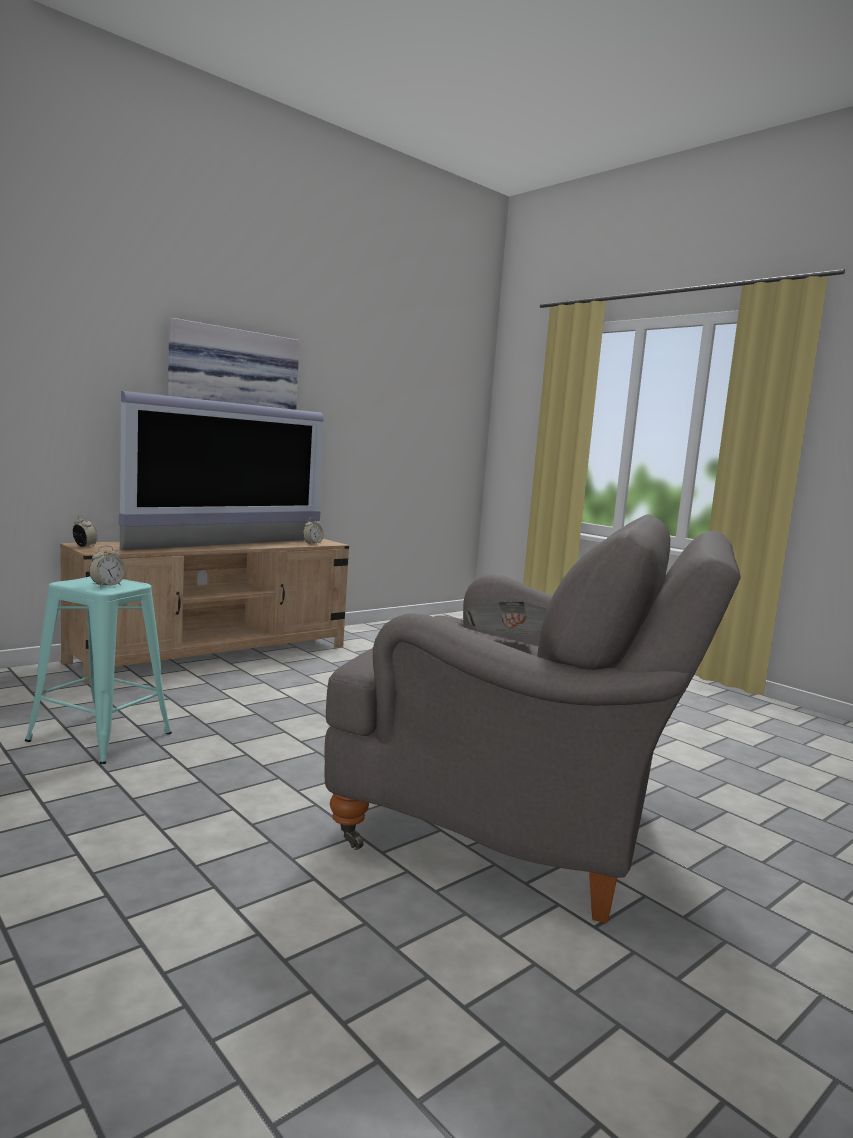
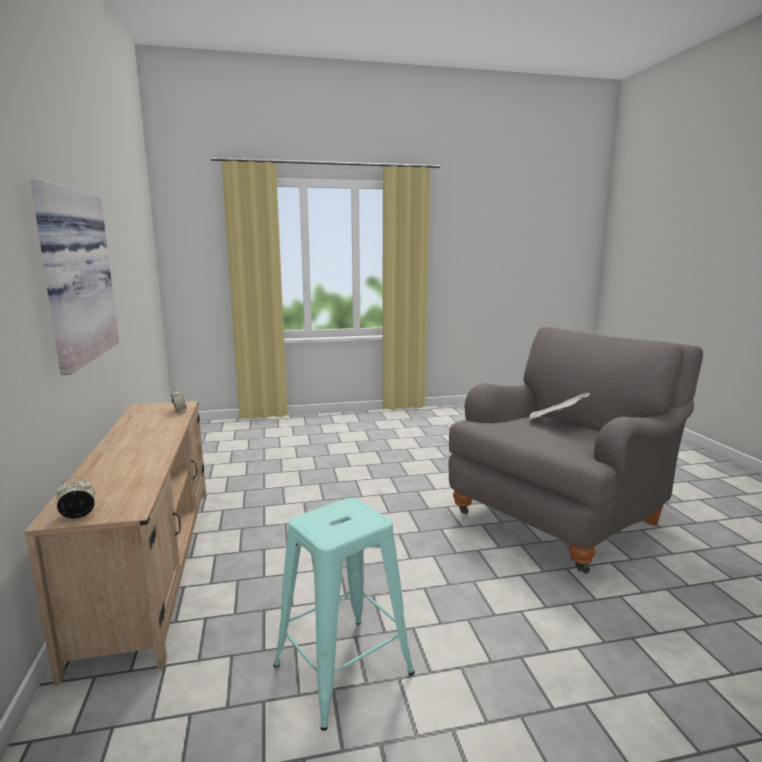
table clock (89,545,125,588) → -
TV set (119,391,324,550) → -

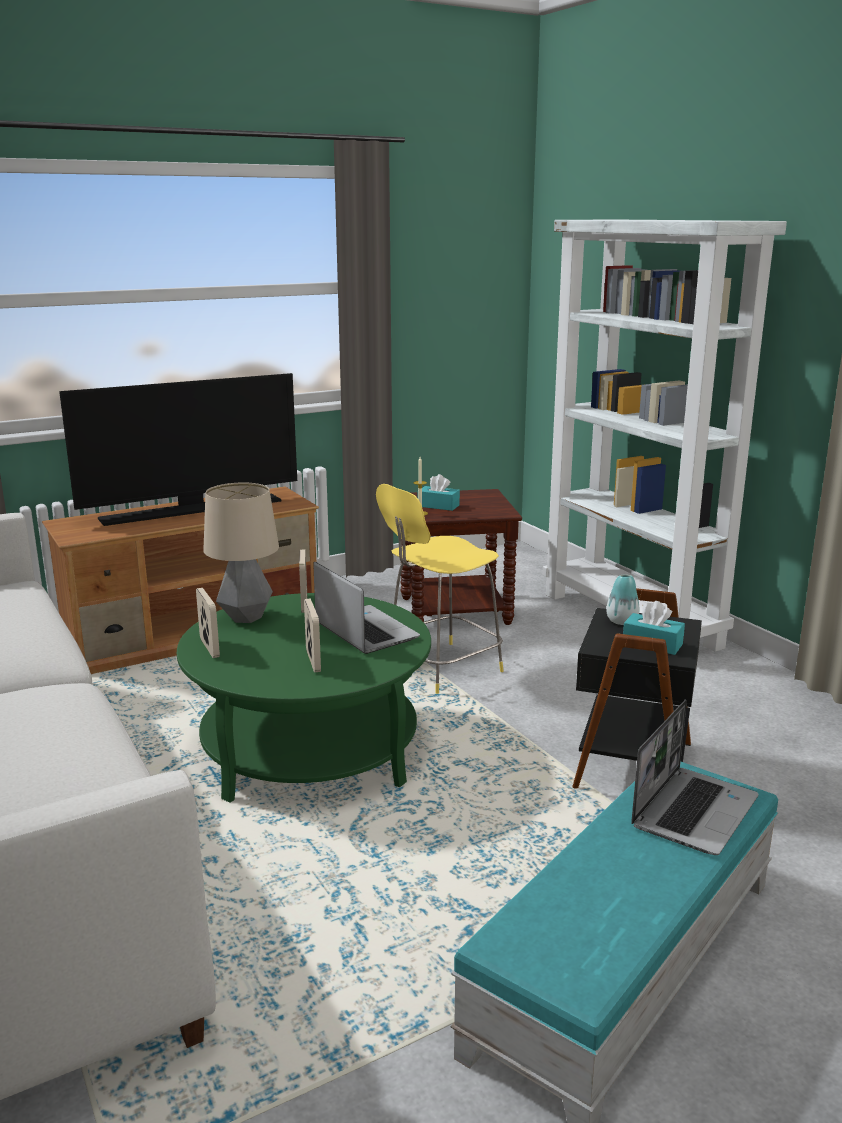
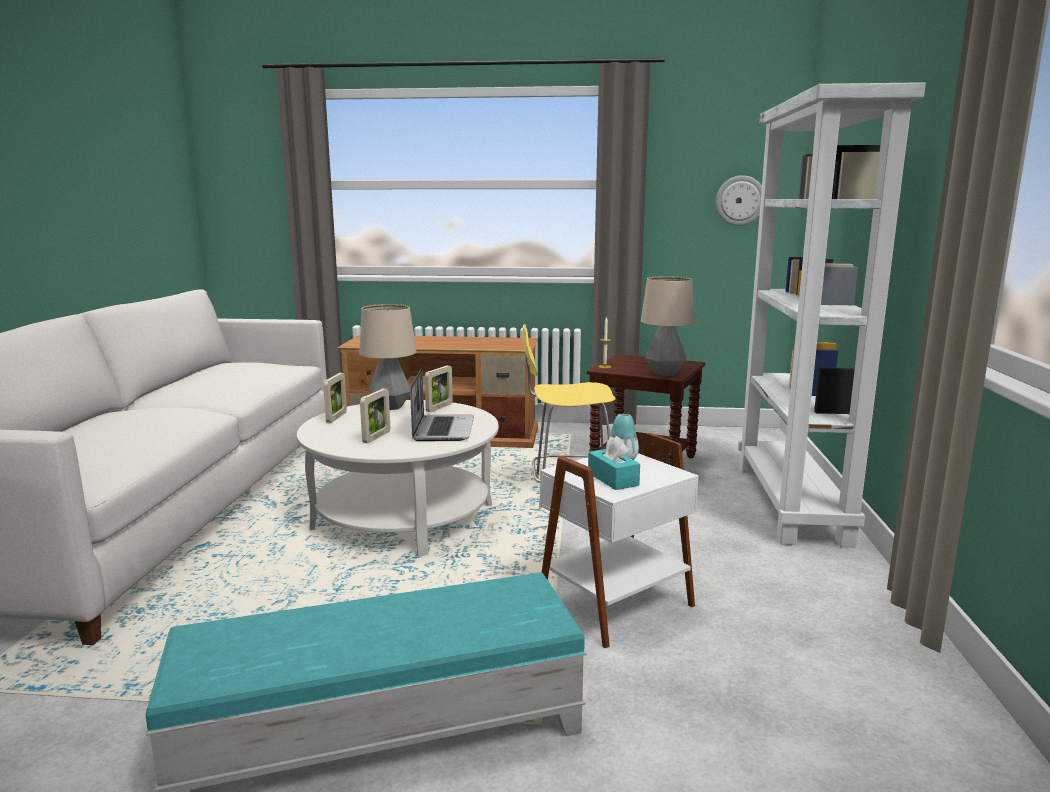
lounge table in greenish (177,593,431,803) → lounge table in whitish (297,400,499,556)
end table in black (572,588,702,789) → end table in whitish (540,433,698,648)
- → tabletop lamp (641,276,695,376)
- → clock on the wall (716,175,762,226)
TV set (59,373,297,526) → -
tissue holder in turquoise (422,474,460,511) → -
notebook computer (631,700,759,855) → -

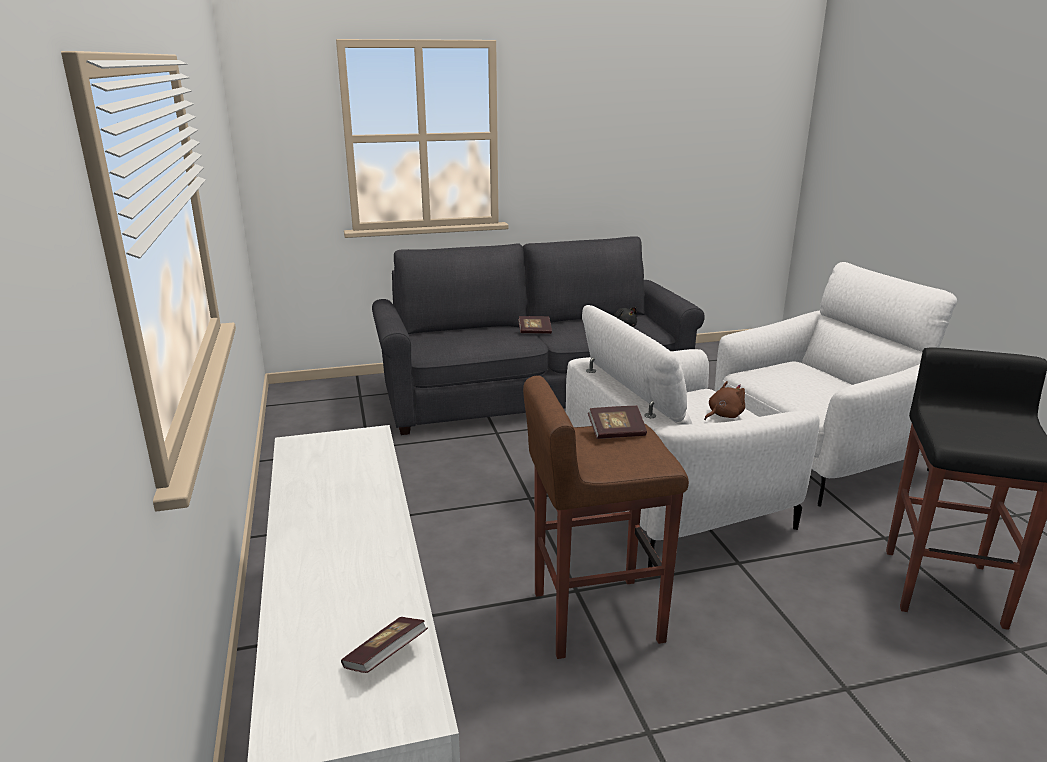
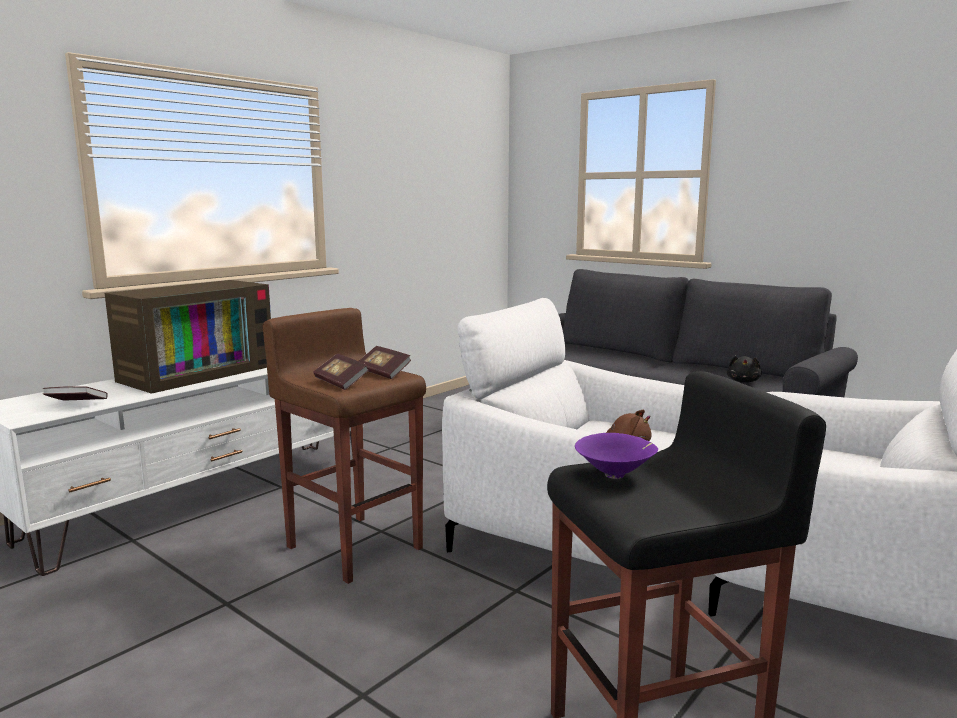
- → TV set (105,280,271,394)
bound book (518,316,552,334) → bound book (314,354,369,390), move
- → deep dish in purplish (575,433,658,479)

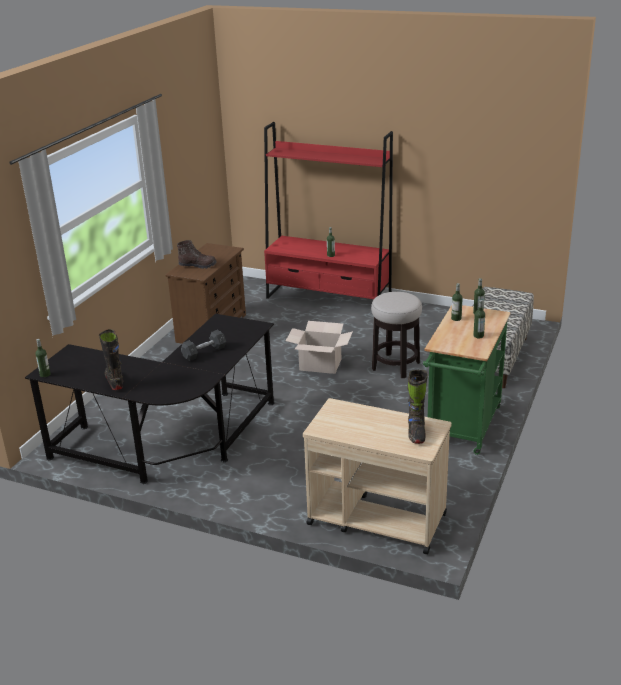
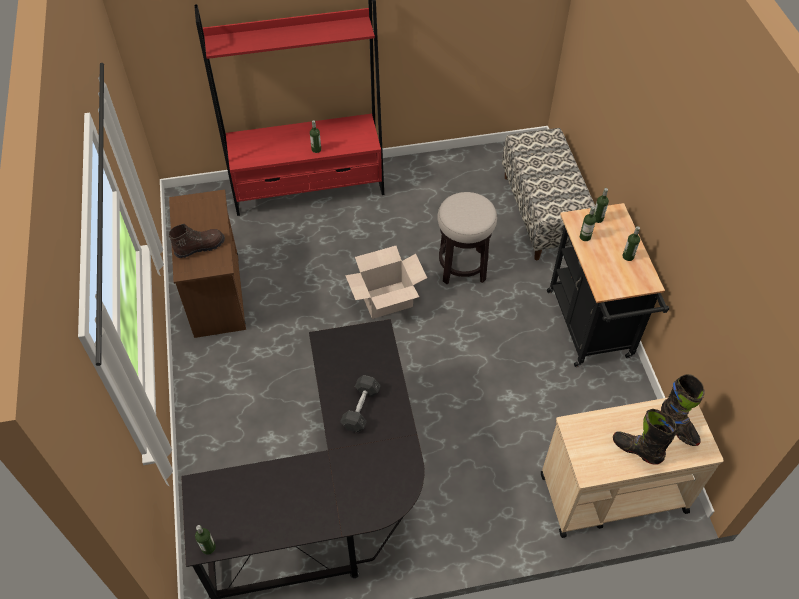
wheeled cart in greenish (423,305,510,455) → wheeled cart in black (547,203,669,367)
tall boot in black (99,329,123,390) → tall boot in black (613,409,676,465), move

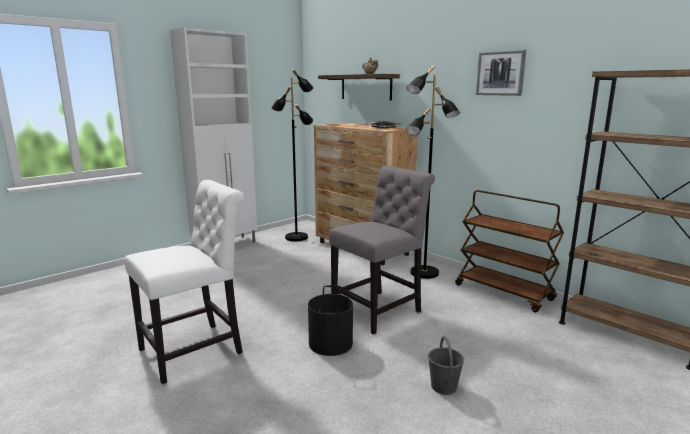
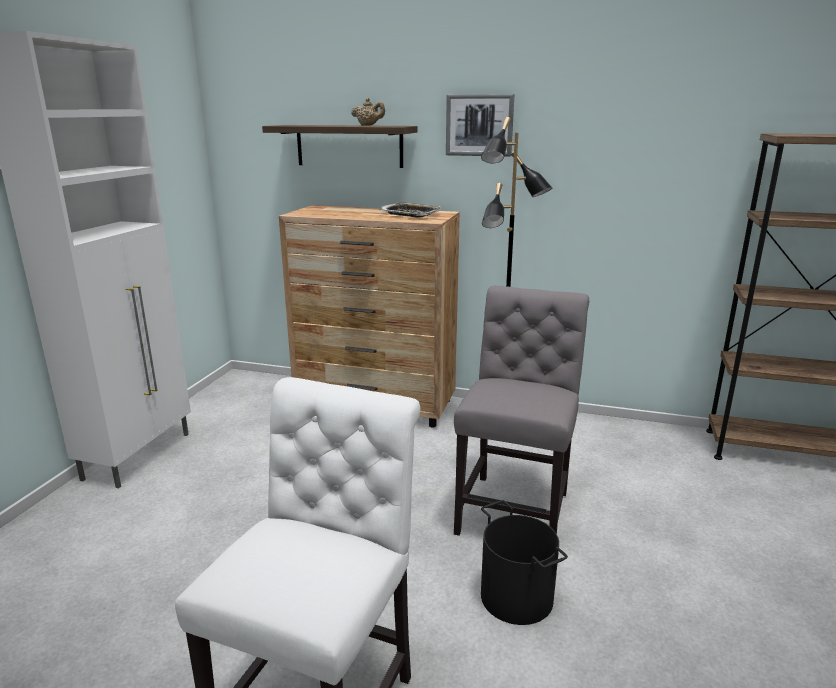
picture (476,50,526,96) → picture (446,94,515,157), move
floor lamp in black (271,69,313,241) → -
water bucket in gray (428,336,464,395) → -
wheeled cart in brown-coloured (455,190,564,313) → -

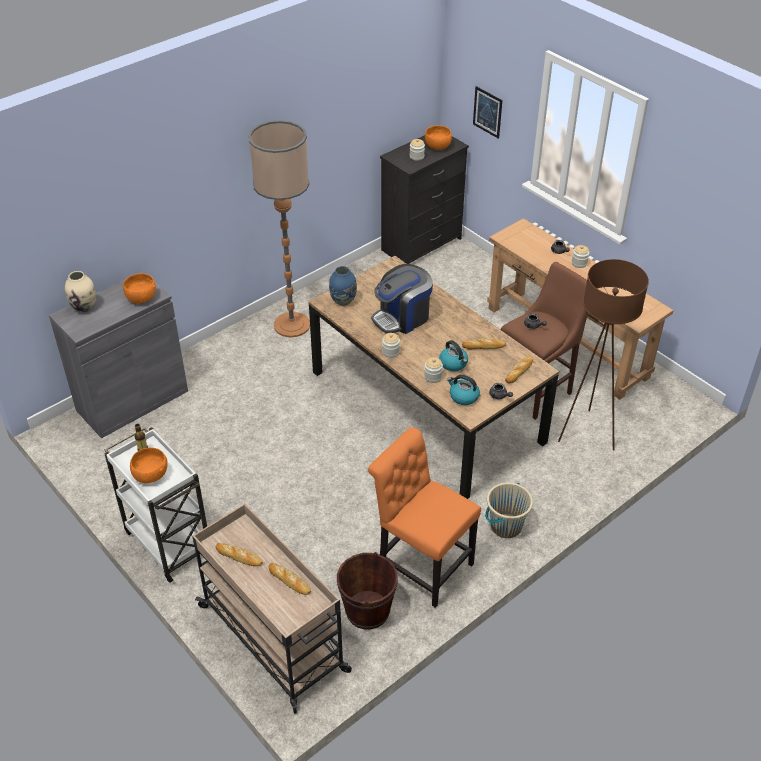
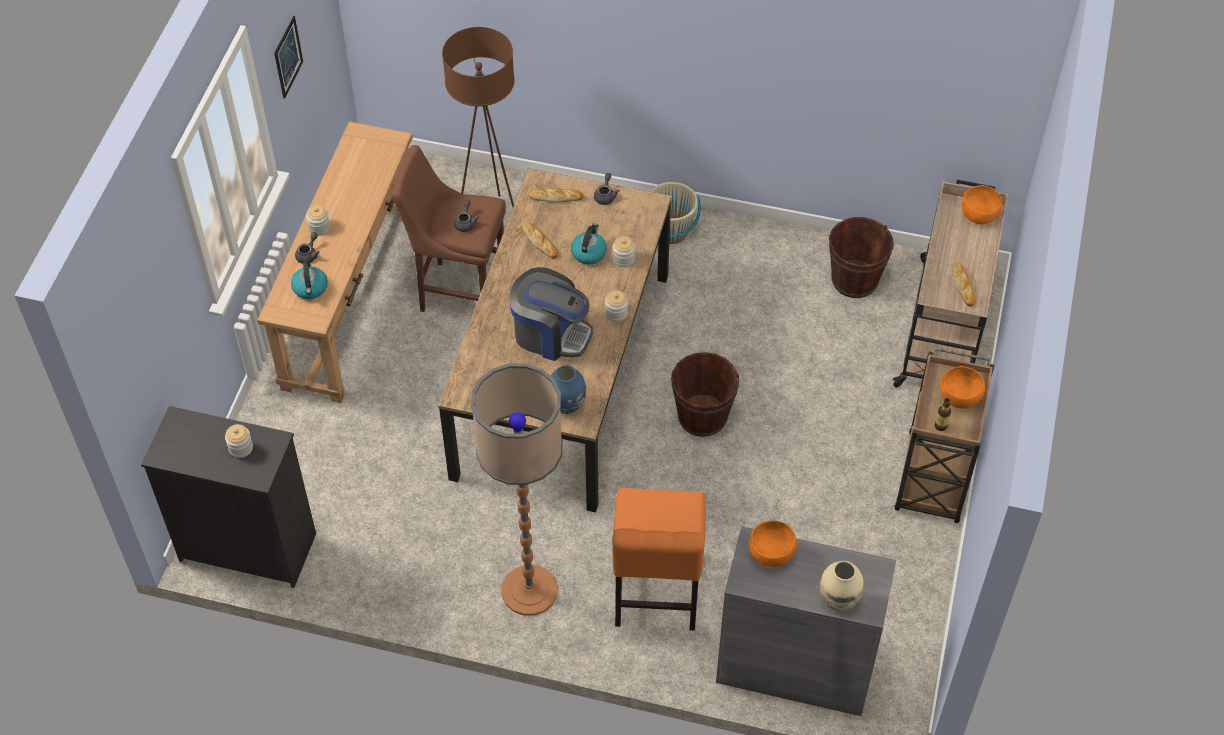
picture (473,86,502,139) → picture (274,16,303,99), move
tea kettle (447,375,480,405) → tea kettle (291,260,328,299), move
chair in orangey (368,427,481,608) → chair in orangey (613,488,706,631), move
- → water bucket in brown-coloured (671,352,739,437)
wheeled cart in whitish (104,427,207,583) → wheeled cart in brown-coloured (895,347,995,523)
deep dish in orangey (425,125,452,150) → deep dish in orangey (962,185,1002,224), move
baked bread (269,563,311,595) → -

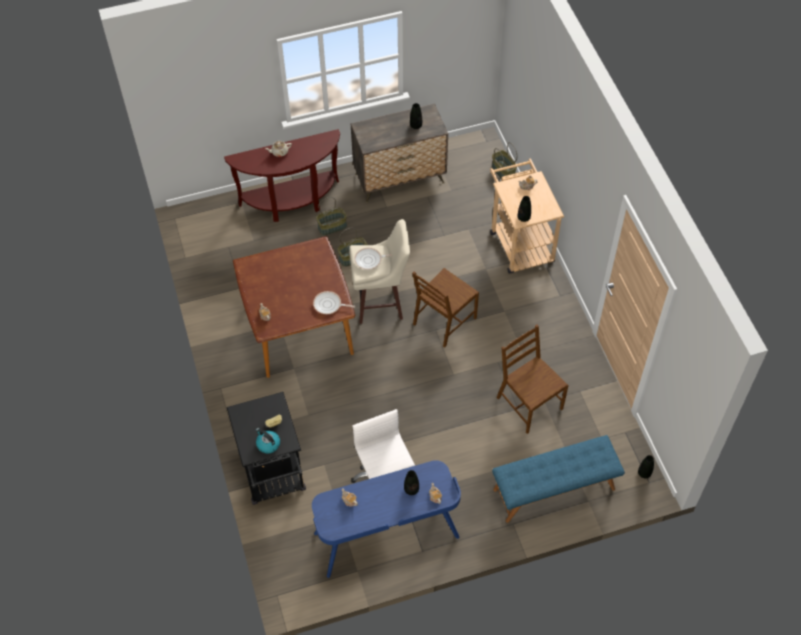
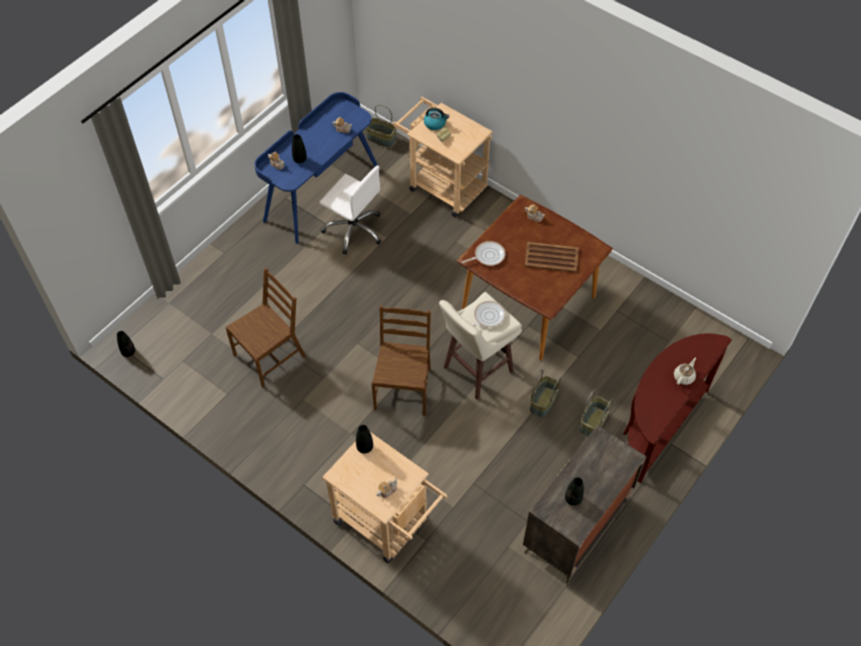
chair in brown-coloured (497,325,569,434) → chair in brown-coloured (225,267,306,388), 60 degrees counterclockwise
storage basket (492,142,517,179) → storage basket (366,105,397,147), move
wheeled cart in black (226,392,306,505) → wheeled cart in sand-coloured (393,97,493,217)
- → serving tray in brown-coloured (524,242,579,273)
bench in bluish (492,435,625,523) → -

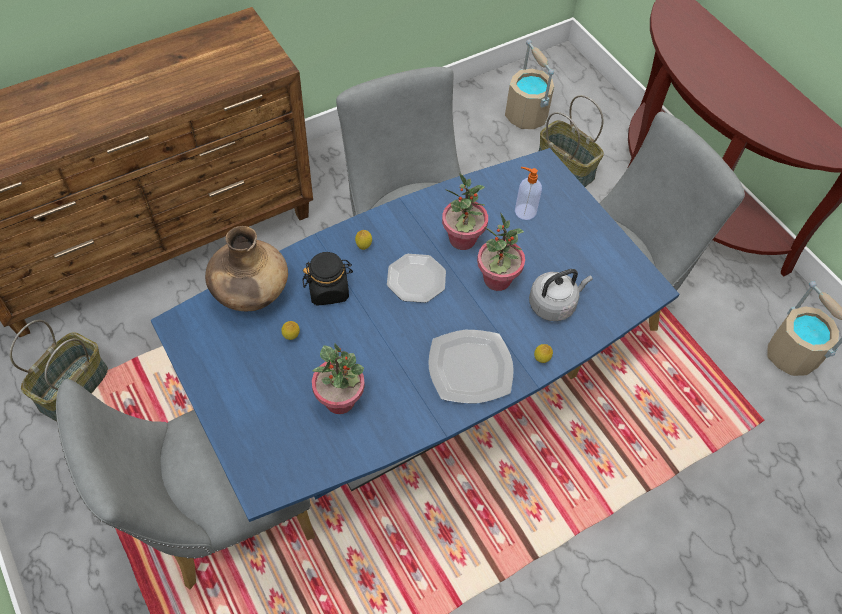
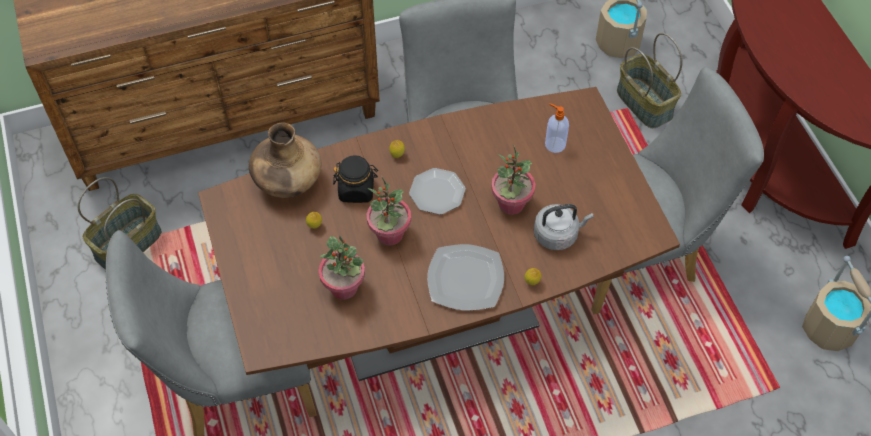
dining table in bluish (151,148,679,522) → dining table in brown-coloured (198,87,680,381)
houseplant (442,173,488,250) → houseplant (367,177,411,246), move

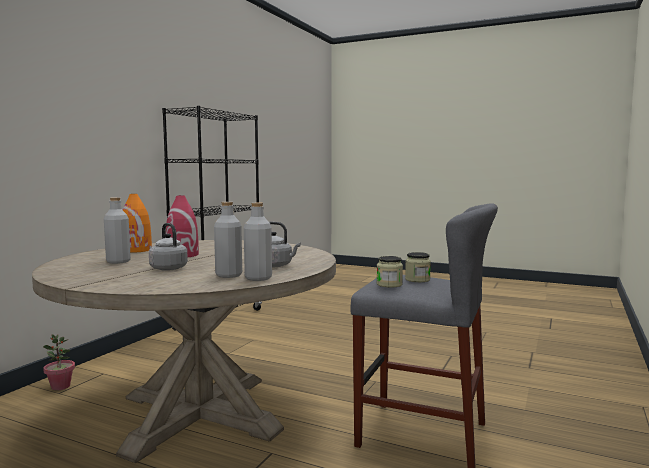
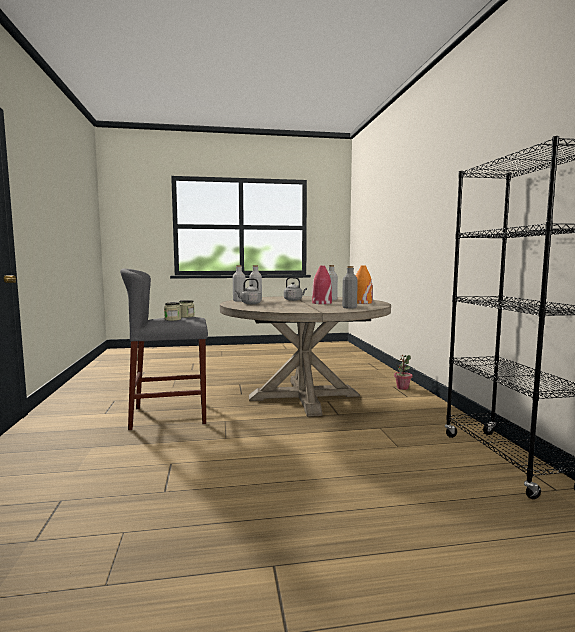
- → beverage bottle in gray (342,266,358,309)

